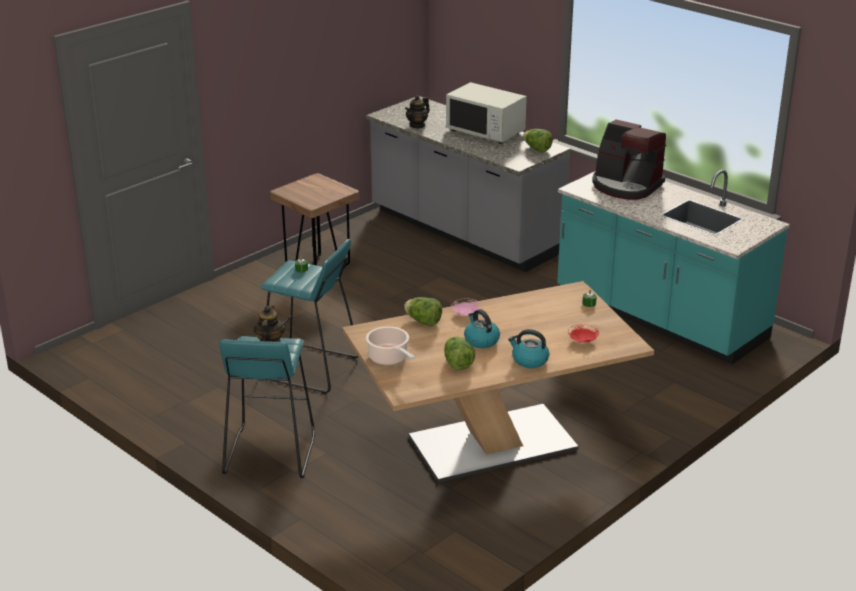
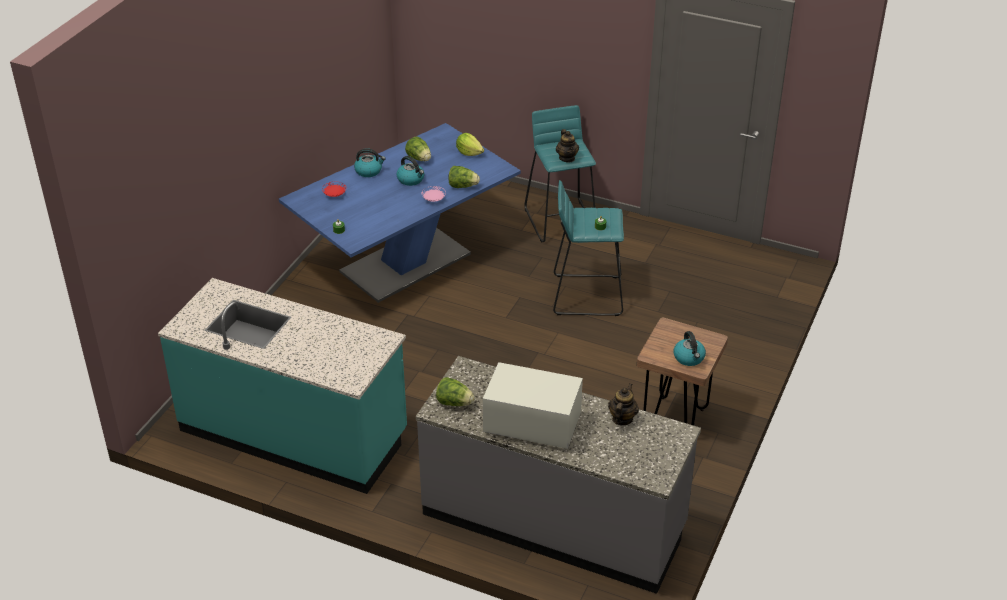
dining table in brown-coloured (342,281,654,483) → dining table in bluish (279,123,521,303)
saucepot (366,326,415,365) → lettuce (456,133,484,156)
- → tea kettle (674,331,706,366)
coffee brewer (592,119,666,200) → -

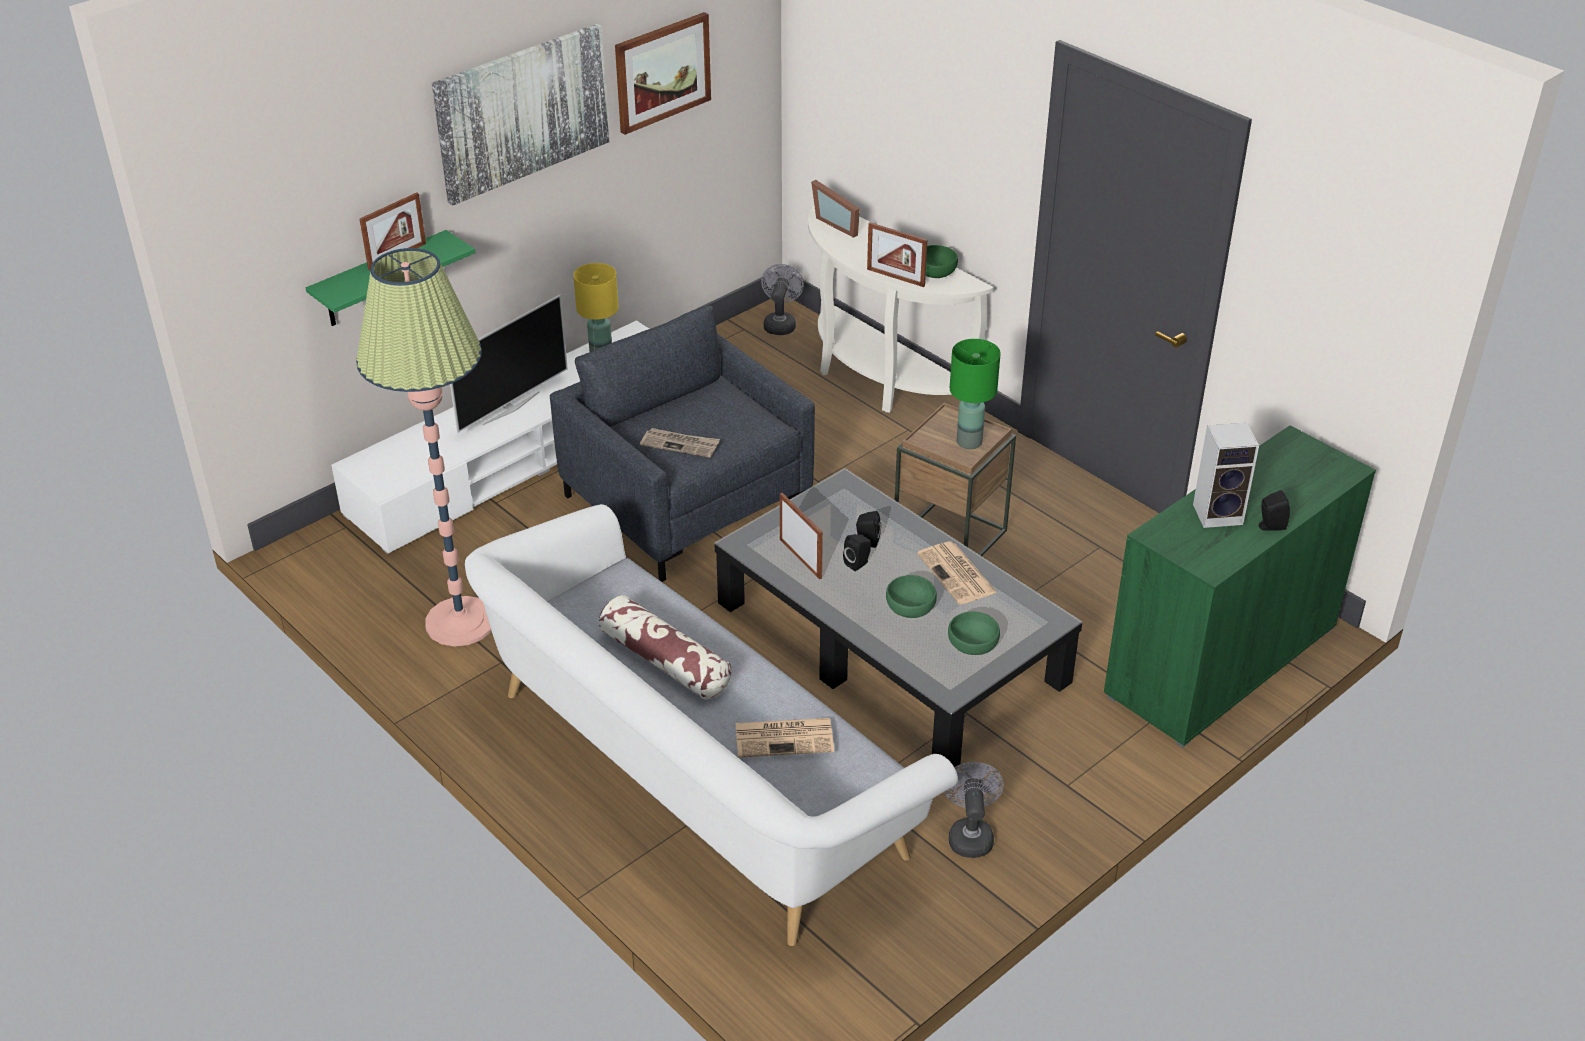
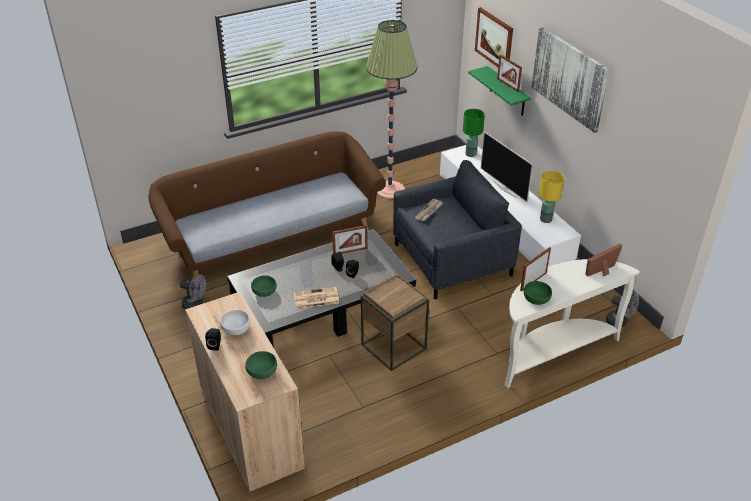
settee in whitish (465,504,958,946) → settee in brown-coloured (148,131,386,280)
storage cabinet in greenish (1104,425,1376,748) → storage cabinet in sand-coloured (185,292,305,492)
audio speaker (1193,423,1259,528) → deep dish in whitish (220,310,250,335)
deep dish in greenish (886,575,937,618) → deep dish in greenish (245,351,277,379), move
tabletop lamp in greenish (950,339,1001,449) → tabletop lamp in greenish (463,109,485,157), move
picture (615,12,711,135) → picture (475,7,513,67), move
pillow (599,595,731,699) → -
printed paper (735,718,834,758) → -

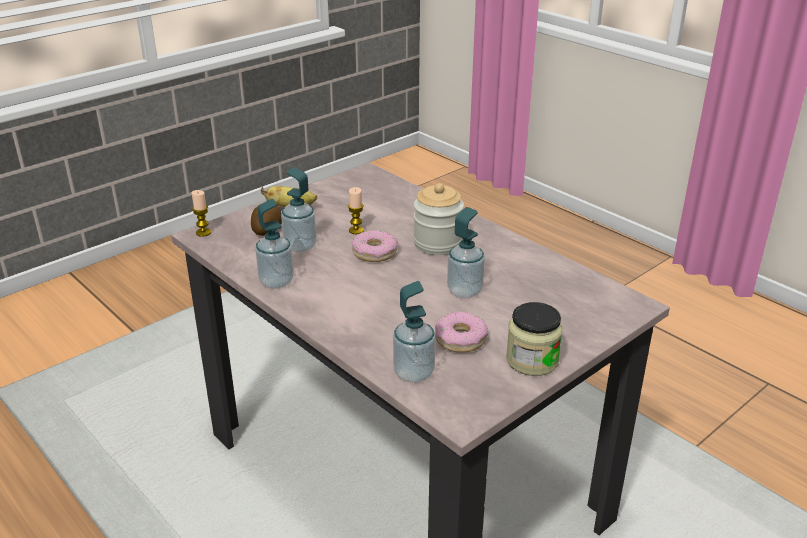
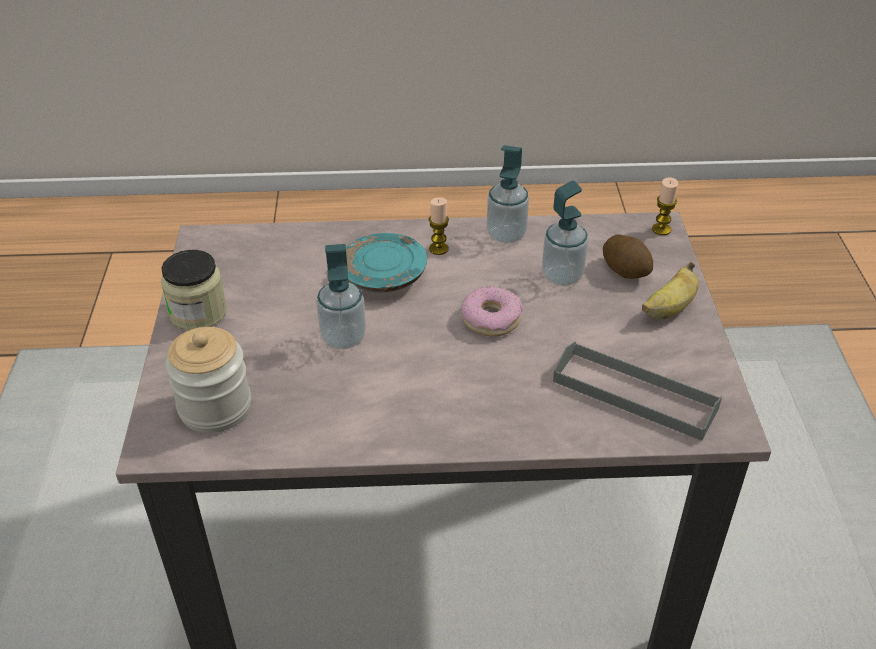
storage jar (414,183,464,255) → storage jar (165,327,251,433), move
- → flat dish in turquoise (346,233,427,293)
wax candle (348,187,364,234) → wax candle (429,197,449,255), move
- → serving tray in gray (553,341,722,441)
liquid soap bottle (393,281,436,383) → -
ring doughnut (435,311,488,352) → -

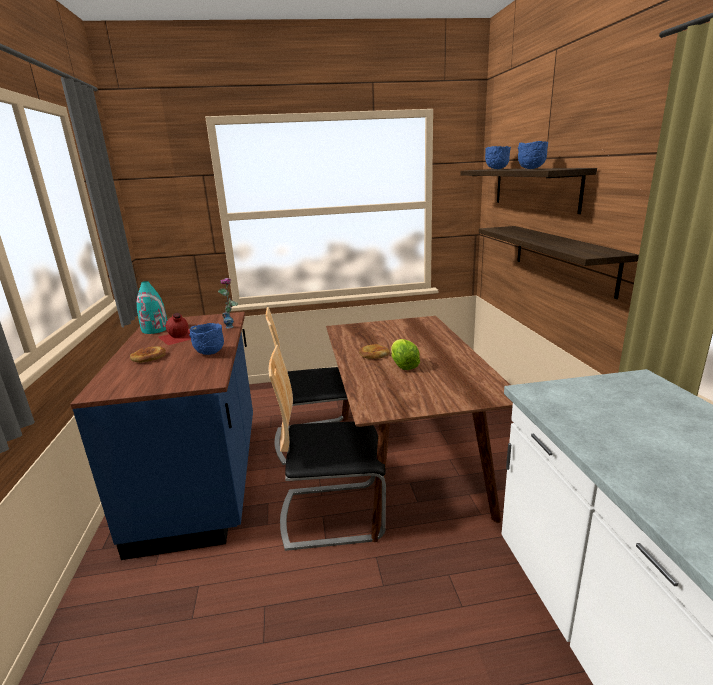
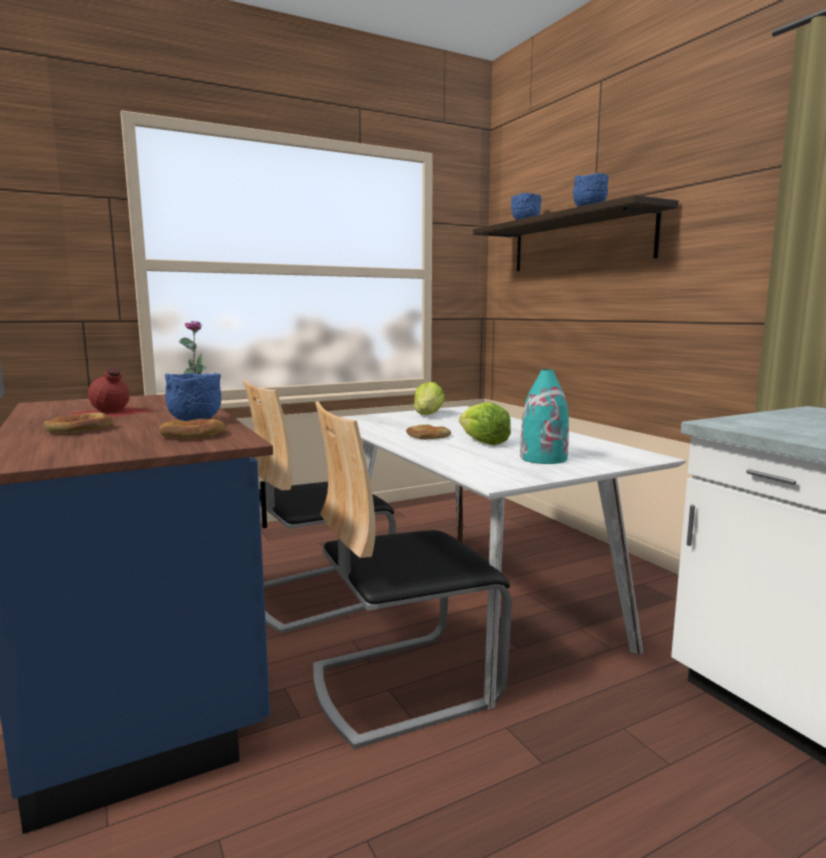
- → baked bread (159,419,226,438)
dining table in brown-coloured (326,316,513,542) → dining table in whitish (343,406,686,709)
- → lettuce (414,381,445,415)
decorative vase in turquoise (137,281,167,334) → decorative vase in turquoise (520,369,569,464), move
wall shelf (479,226,639,299) → -

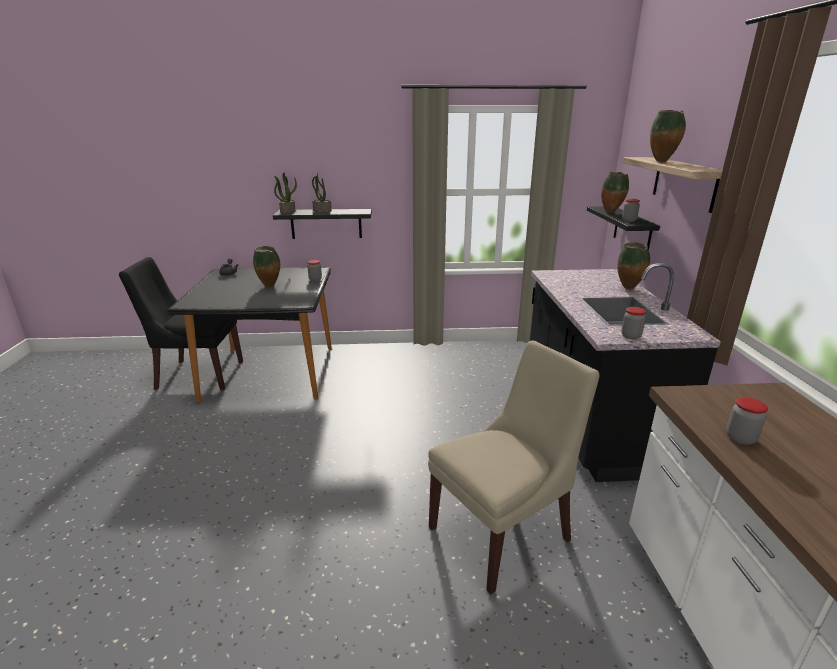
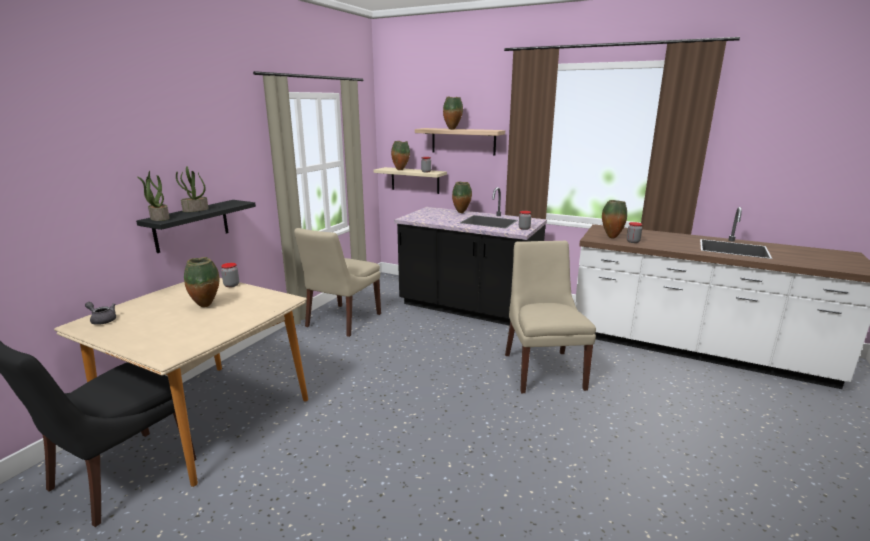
dining table in black (167,267,332,402) → dining table in sand-coloured (54,278,308,487)
- → chair in sand-coloured (294,228,381,337)
wall shelf in black (587,206,660,250) → wall shelf in sand-coloured (373,167,447,194)
- → decorative vase (602,200,627,238)

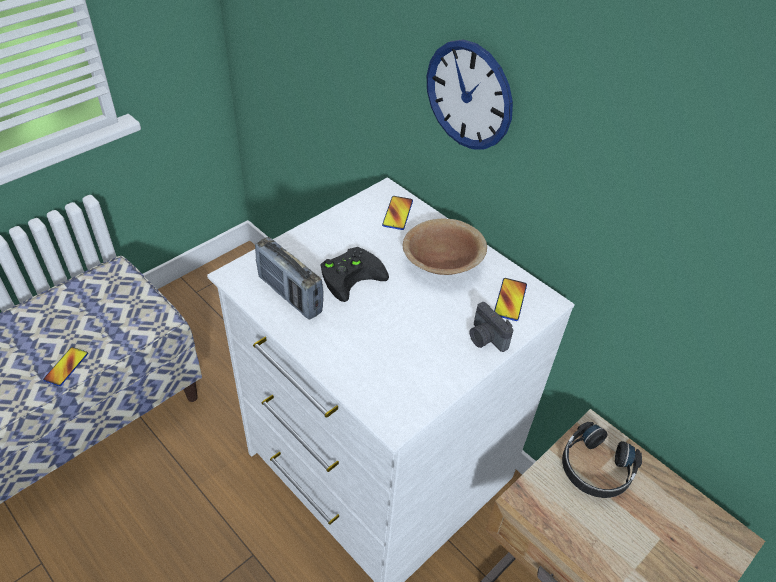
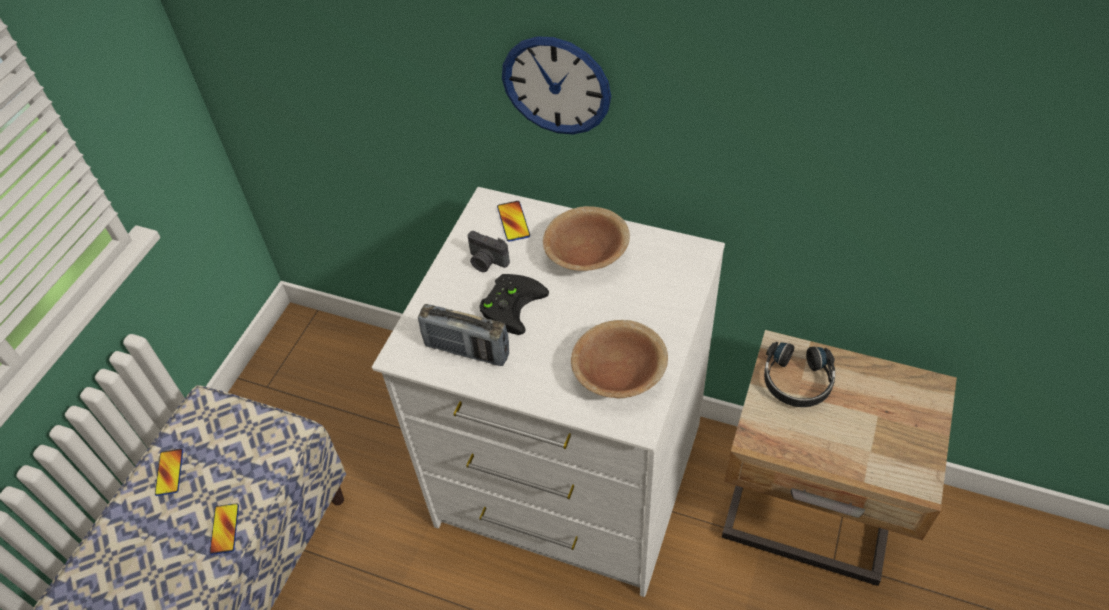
phone (494,278,527,321) → phone (155,449,183,496), move
photo camera (470,302,513,352) → photo camera (467,231,510,272), move
- → deep dish in brown-coloured (571,320,668,398)

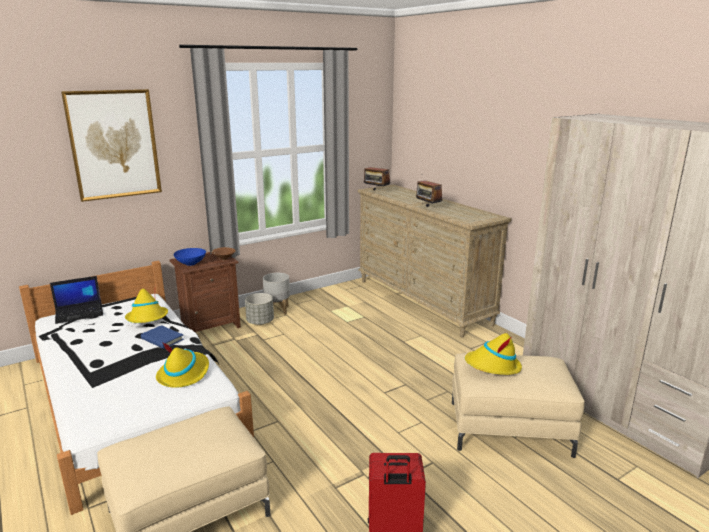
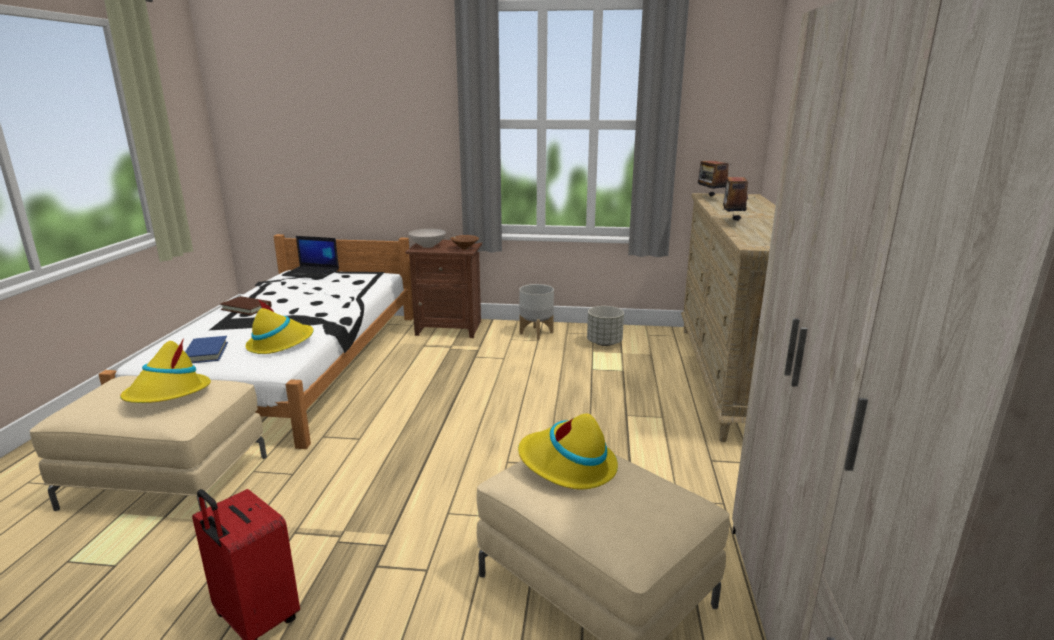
wearable hat in yellow-coloured (125,289,168,323) → wearable hat in yellow-coloured (120,338,211,403), move
bound book in bluish (141,325,184,349) → bound book in bluish (185,336,228,363), move
- → bound book in brown-coloured (220,296,272,315)
deep dish in bluish (174,248,206,266) → deep dish in whitish (409,229,446,248)
flower pot in gray (245,293,274,325) → flower pot in gray (587,306,624,346), move
picture (61,89,162,202) → -

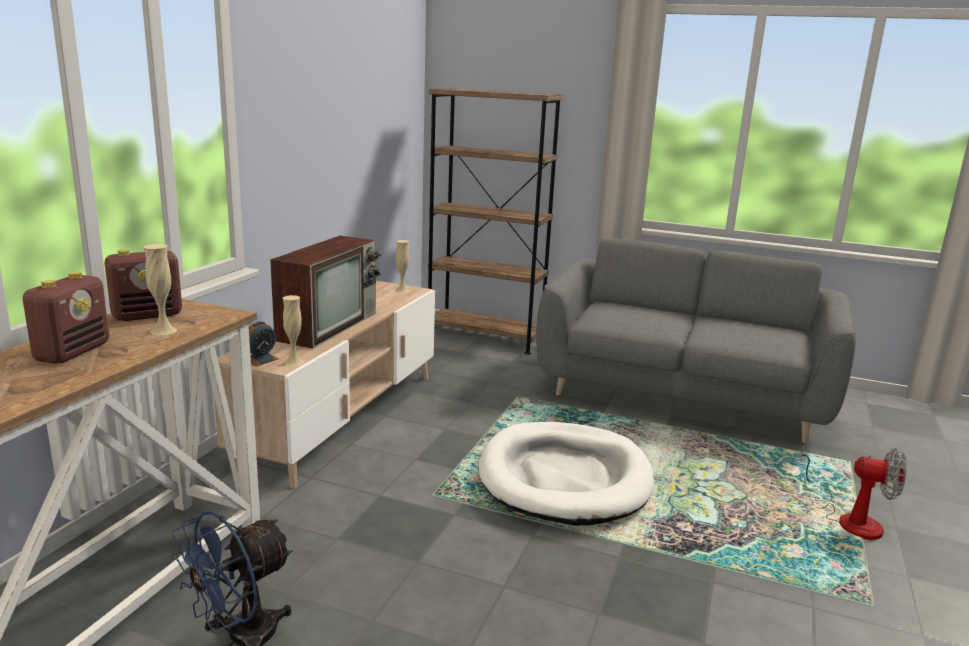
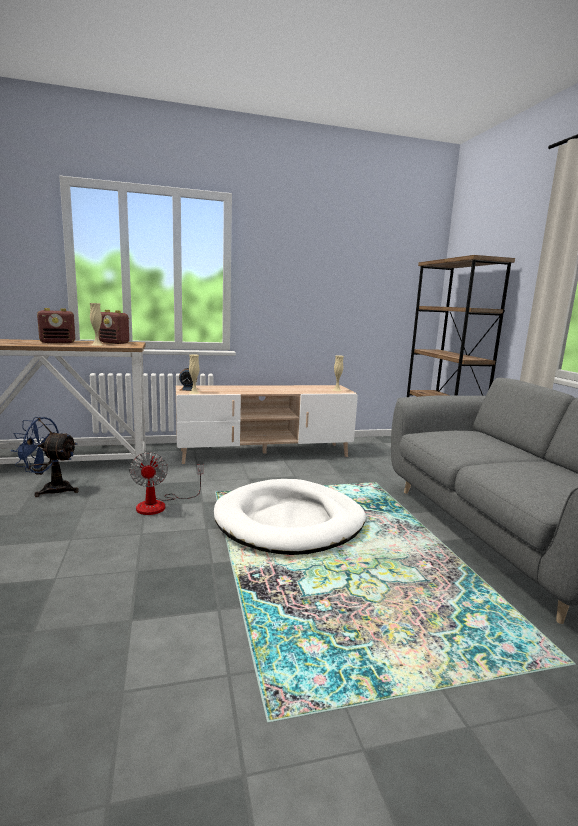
electric fan (801,445,907,540) → electric fan (129,452,204,515), move
TV set (270,236,381,349) → -

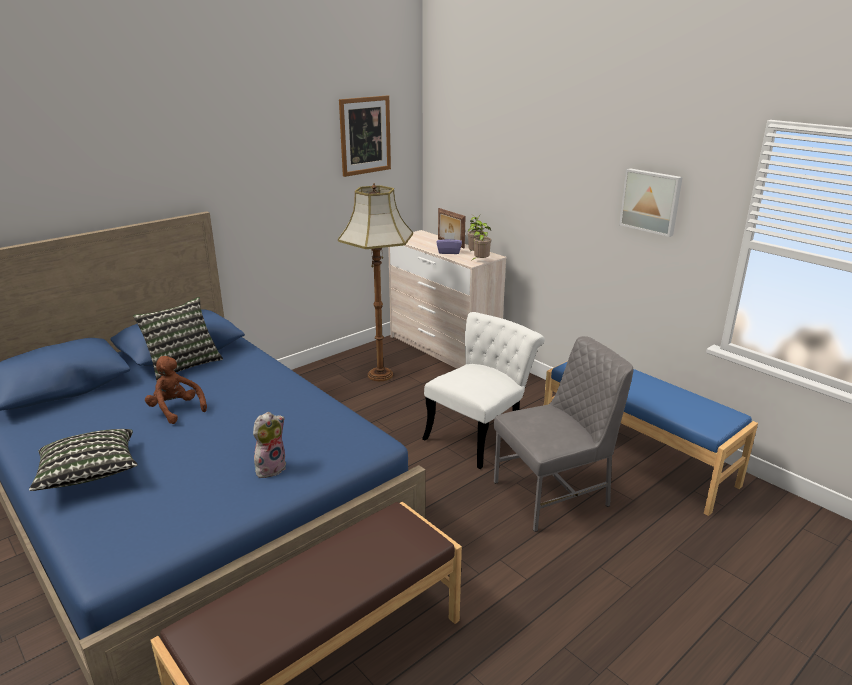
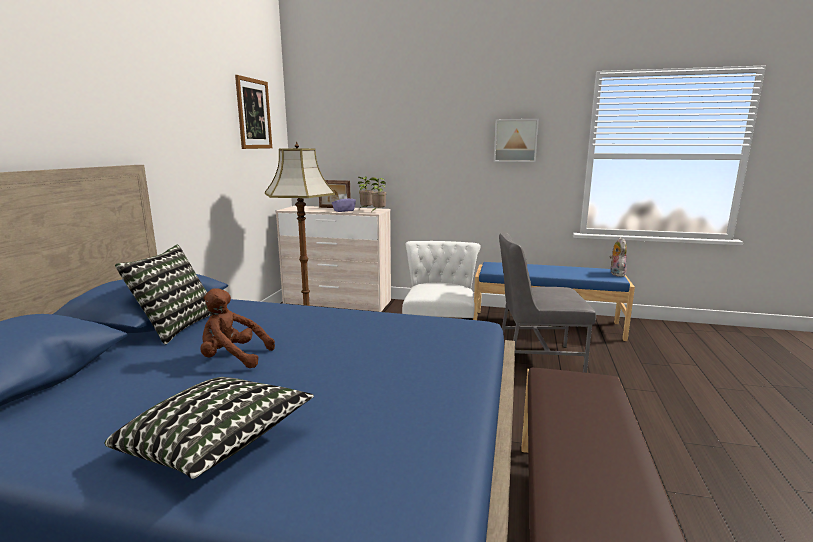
chair in gray (494,336,633,532) → chair in gray (499,232,596,373), 120 degrees counterclockwise
plush toy (253,412,286,478) → plush toy (610,237,627,277), move

